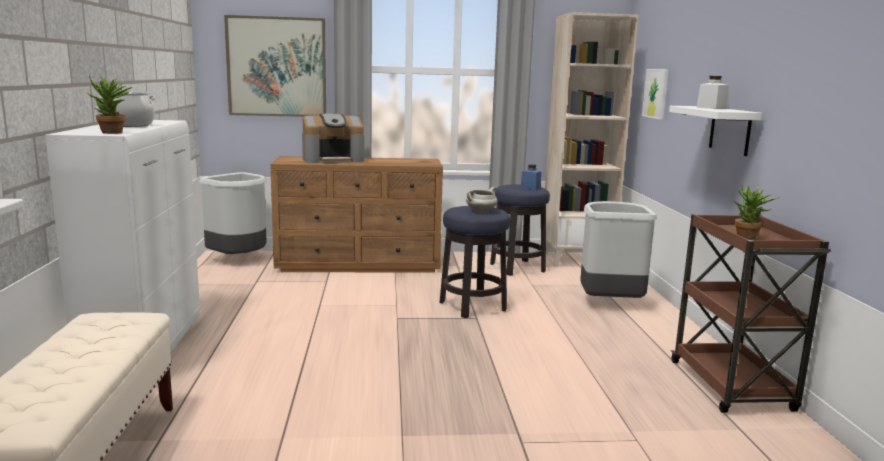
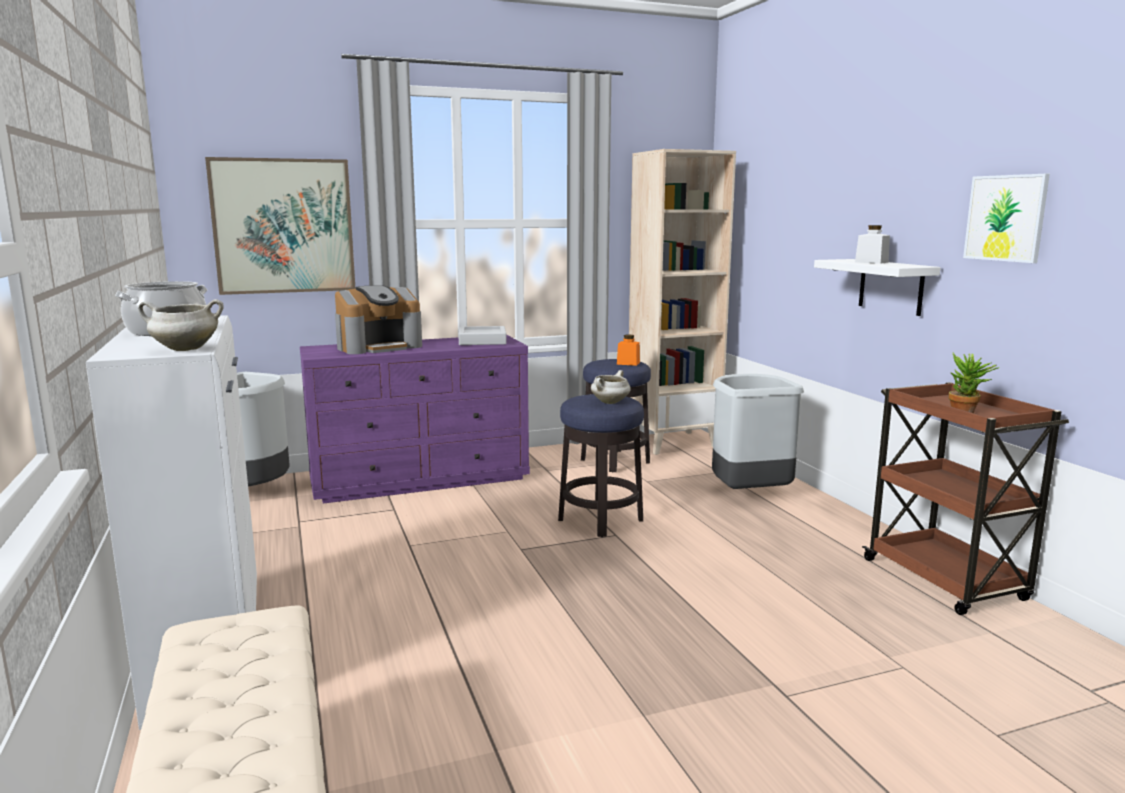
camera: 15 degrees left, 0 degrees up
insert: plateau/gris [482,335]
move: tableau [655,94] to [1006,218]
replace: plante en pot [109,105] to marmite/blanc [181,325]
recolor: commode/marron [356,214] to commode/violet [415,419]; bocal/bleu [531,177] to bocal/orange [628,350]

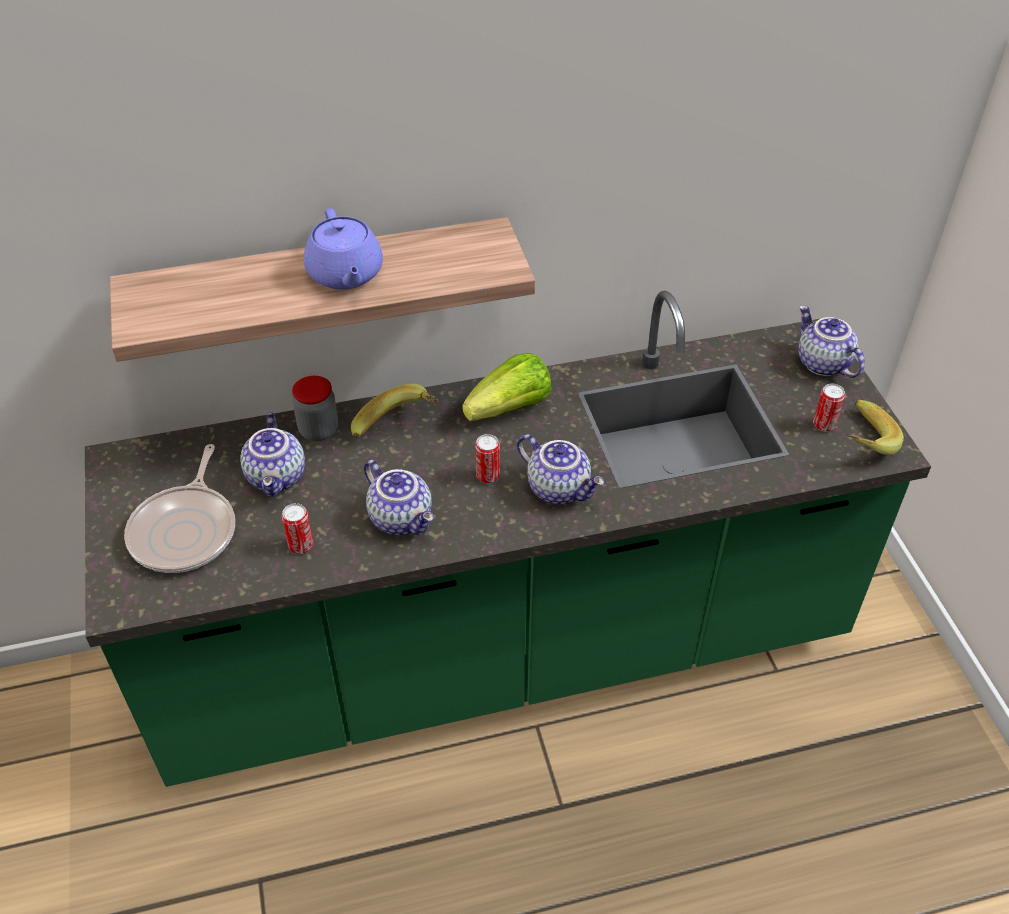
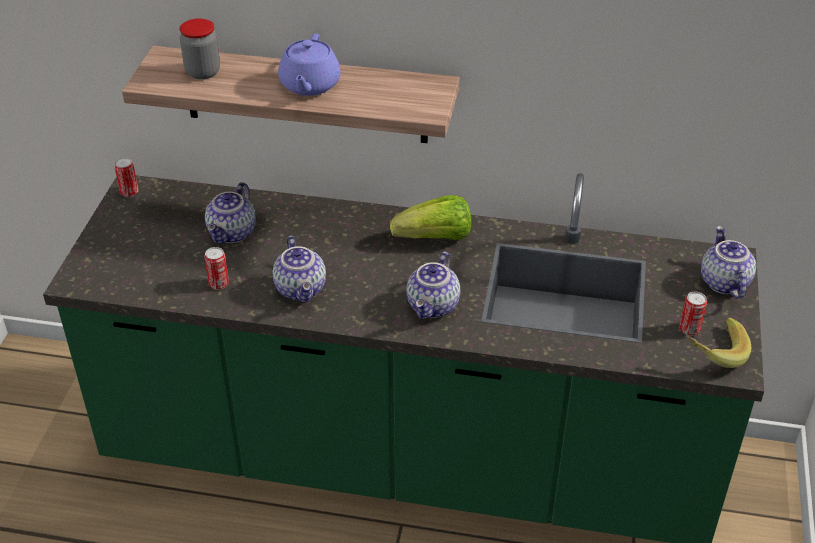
camera: 25 degrees right, 5 degrees down
delete: poêle [179,508]; banane [395,411]
move: bocal [315,408] to [200,48]; boîte métallique [487,458] to [126,177]
rotate: théière [560,469] = [433,285] 45 degrees clockwise

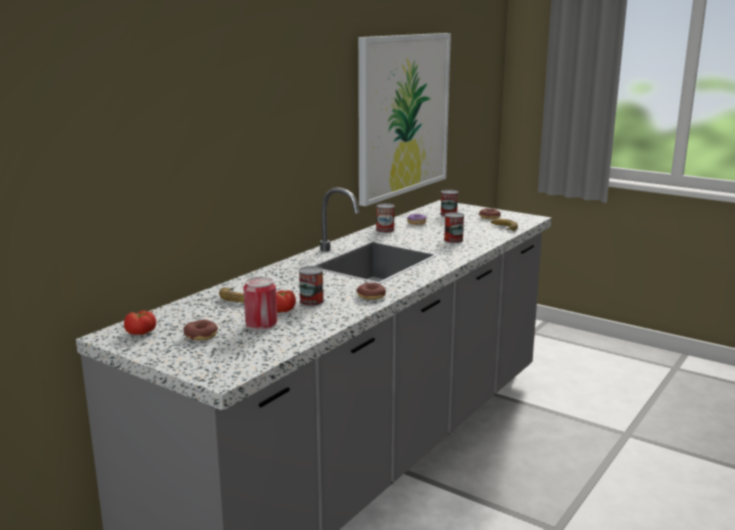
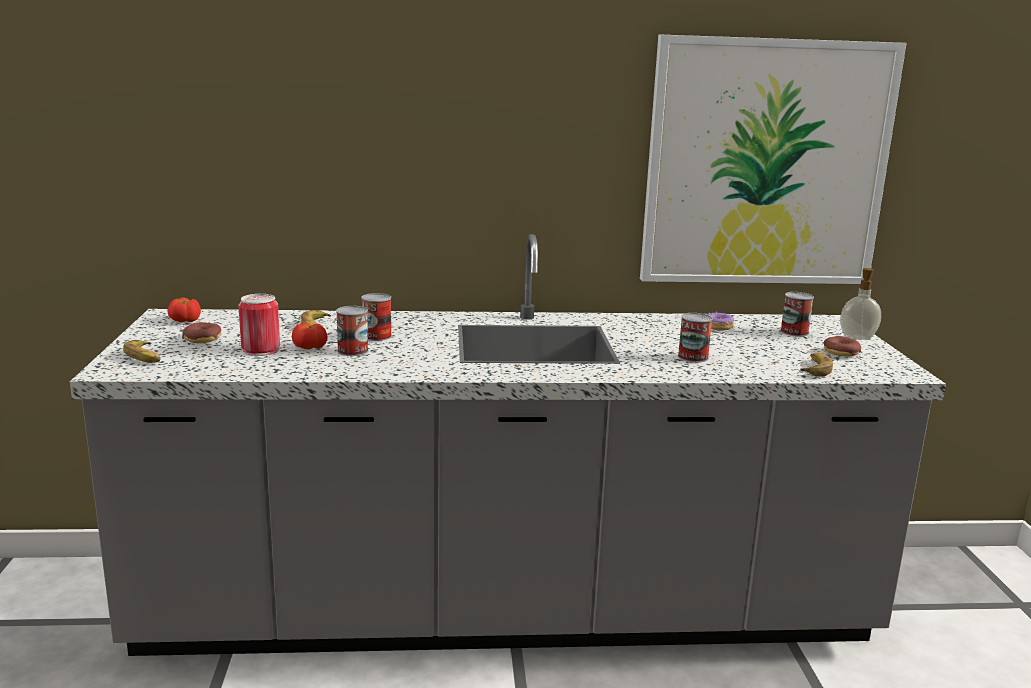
camera: 50 degrees right, 0 degrees up
delete: beignet [371,291]
insert: banane [142,351]; distributeur de savon [860,304]
move: boîte métallique [385,218] to [376,317]

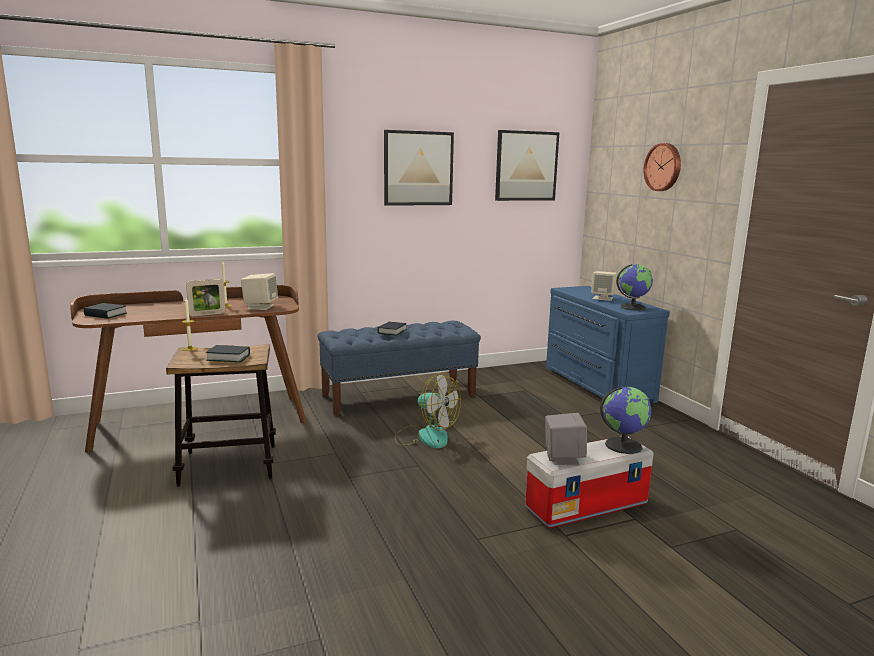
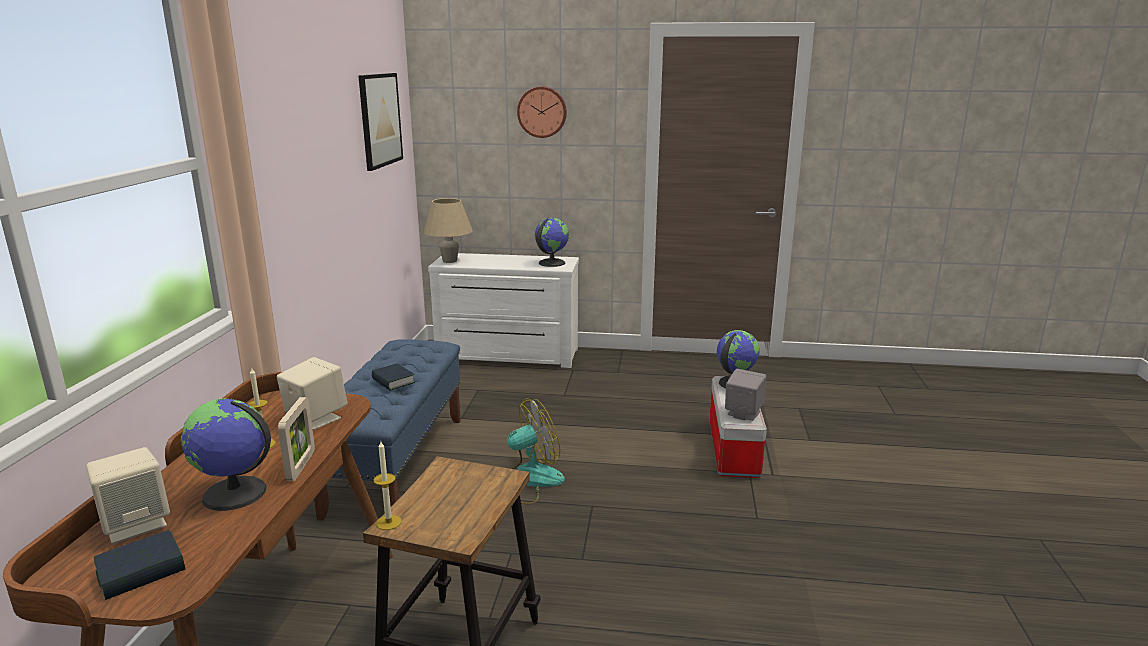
camera: 60 degrees left, 5 degrees up
delete: livre [228,353]; tableau [419,168]
insert: globe [226,454]; lampe de table/beige [448,230]
move: enceinte/beige [604,286] to [128,495]
recolor: commode/bleu [608,344] to commode/blanc [503,310]

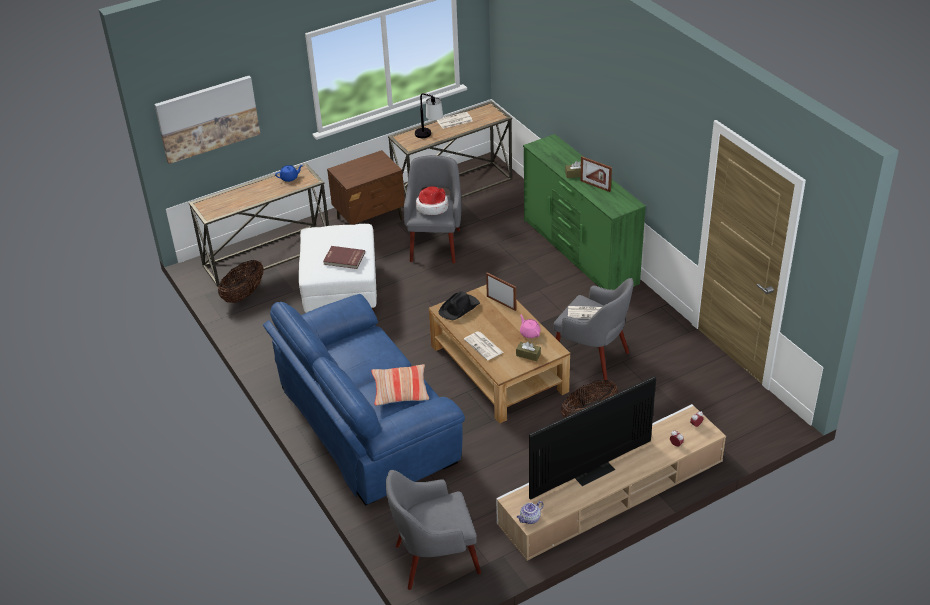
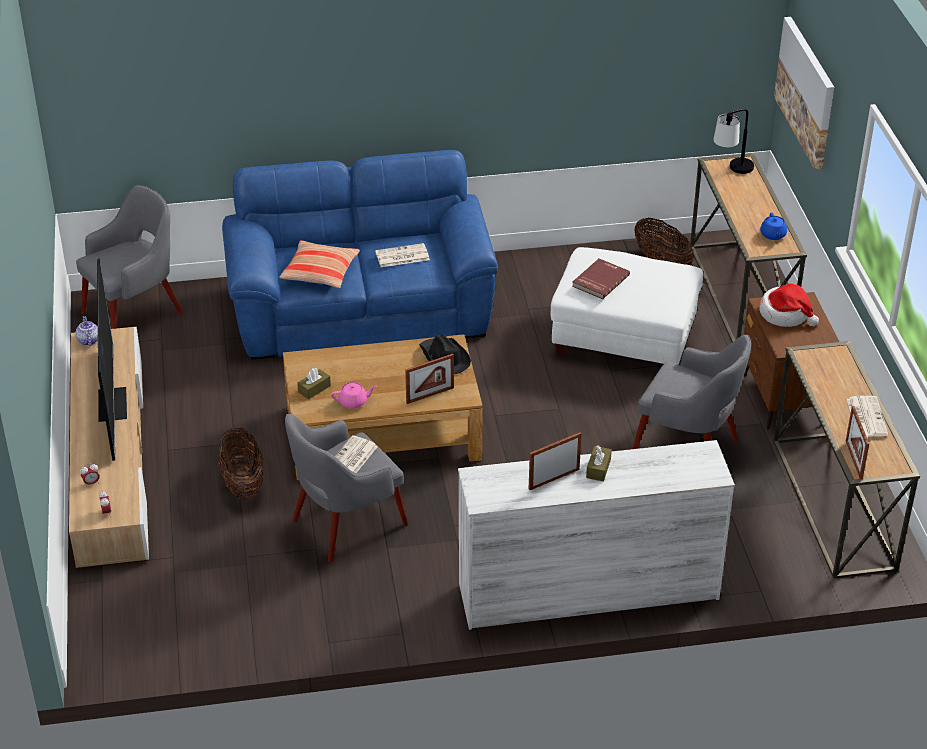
camera: 110 degrees right, 0 degrees up
insert: cadre photo [857,442]
move: lampe de table [429,115] to [733,141]; chapeau [432,200] to [789,305]; journal [484,345] to [402,255]
recolor: commode/vert [584,212] to commode/blanc [596,535]
rotate: fauteuil/gris [433,530] = [129,257] 45 degrees clockwise

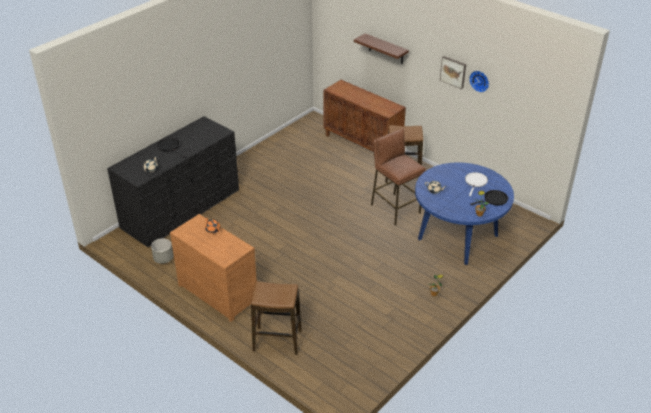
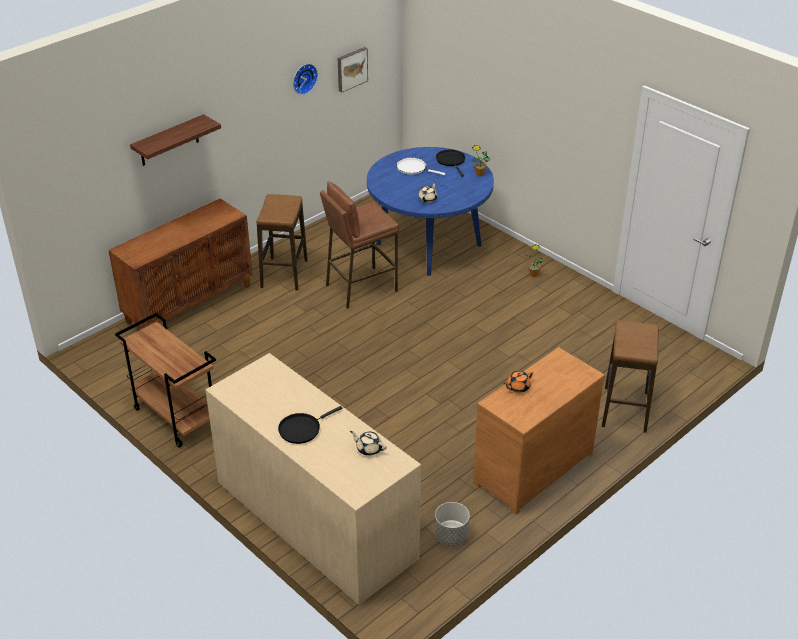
camera: 85 degrees left, 0 degrees up
insert: chariot/marron [165,380]
move: tableau [453,72] to [353,70]
recolor: commode/noir [173,182] to commode/beige [313,479]

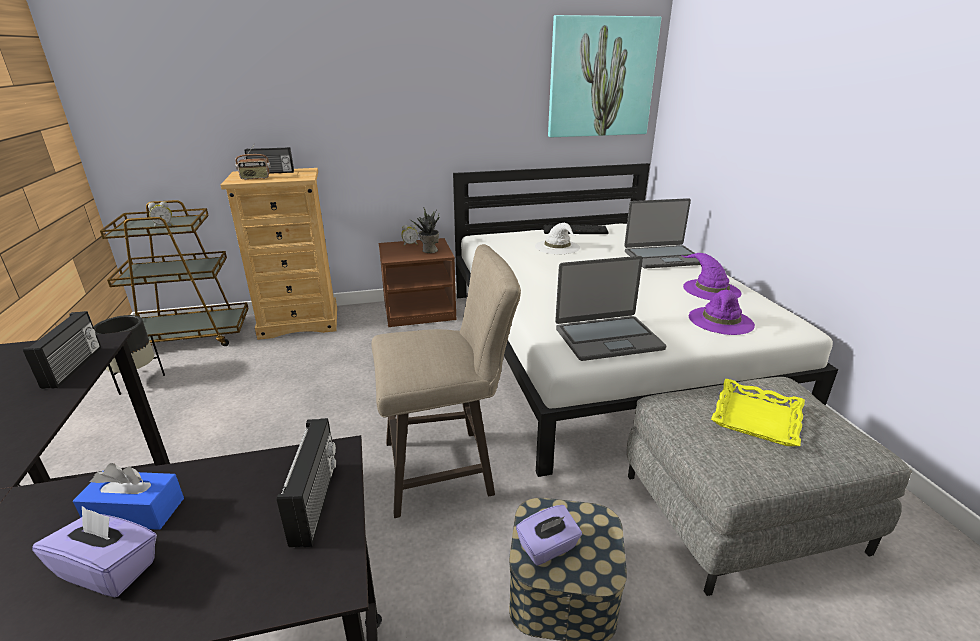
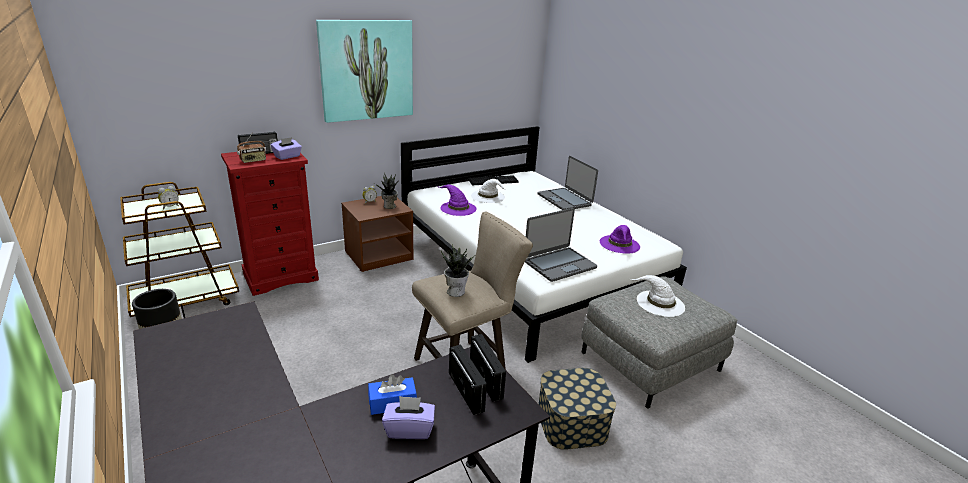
camera: 20 degrees left, 0 degrees up
insert: plante en pot [458,270]
move: radio [62,350] to [468,379]; boîte à mouchoirs/violet [549,535] to [286,148]; tableau [604,76] to [364,71]; chapeau/violet [711,276] to [458,200]
replace: plateau/jaune [758,412] to chapeau/blanc [657,296]
recolor: commode/beige [279,254] to commode/rouge [270,224]
rotate: ordinateur portable [662,233] = [568,183] 90 degrees clockwise

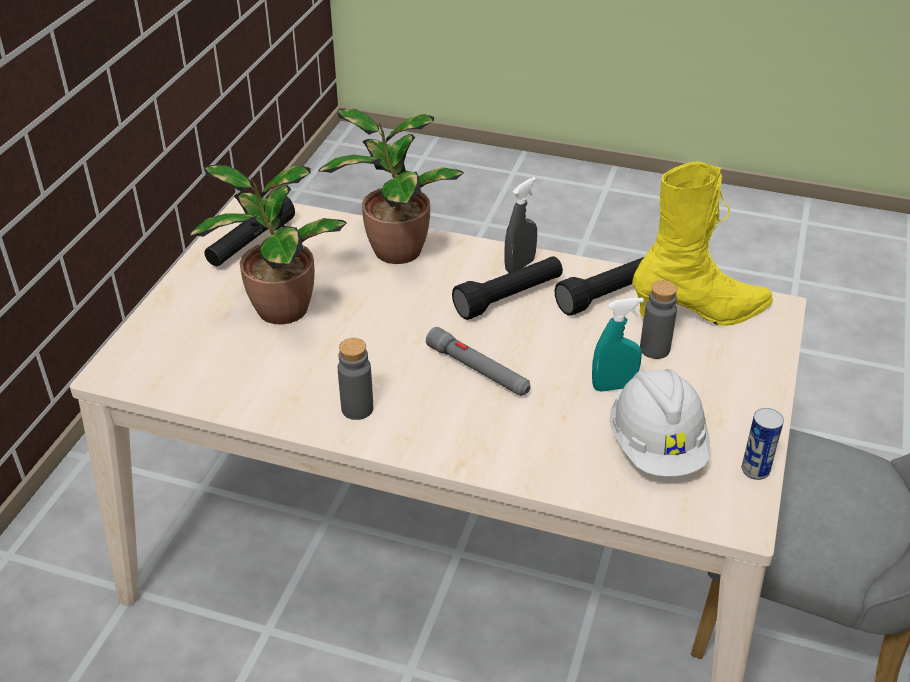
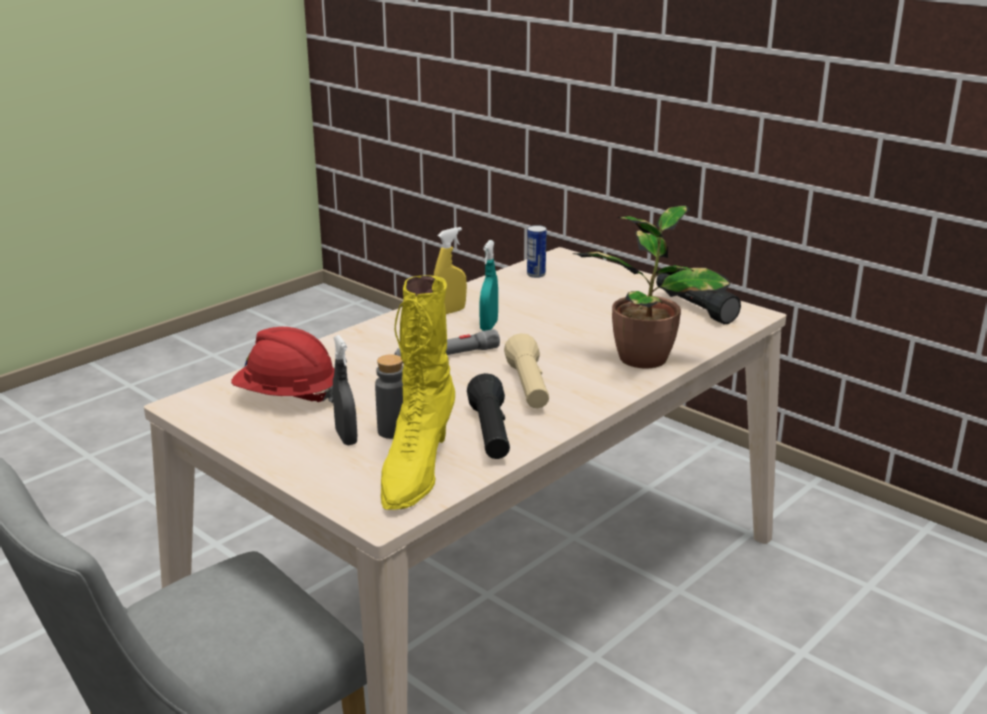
camera: 115 degrees right, 15 degrees down
delete: plante en pot [268,245]
move: vaporisateur/gris [521,225] to [345,390]; vaporisateur/turquoise [618,344] to [488,285]; boîte métallique [763,444] to [537,251]
replace: bouteille/gris [355,379] to vaporisateur/jaune [450,270]
recolor: lampe de poche/noir [507,288] to lampe de poche/beige [526,370]; casque de chantier/blanc [660,423] to casque de chantier/rouge [282,365]

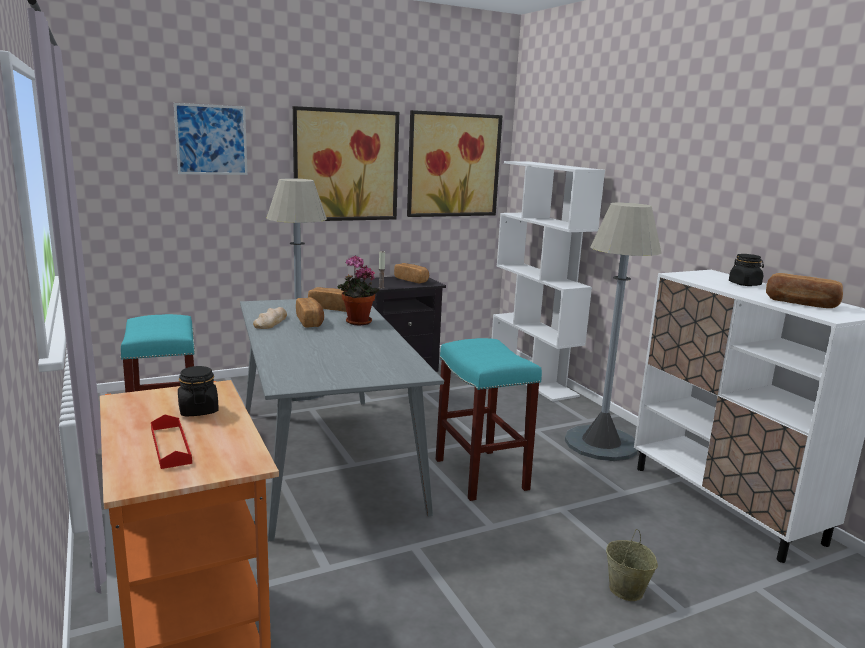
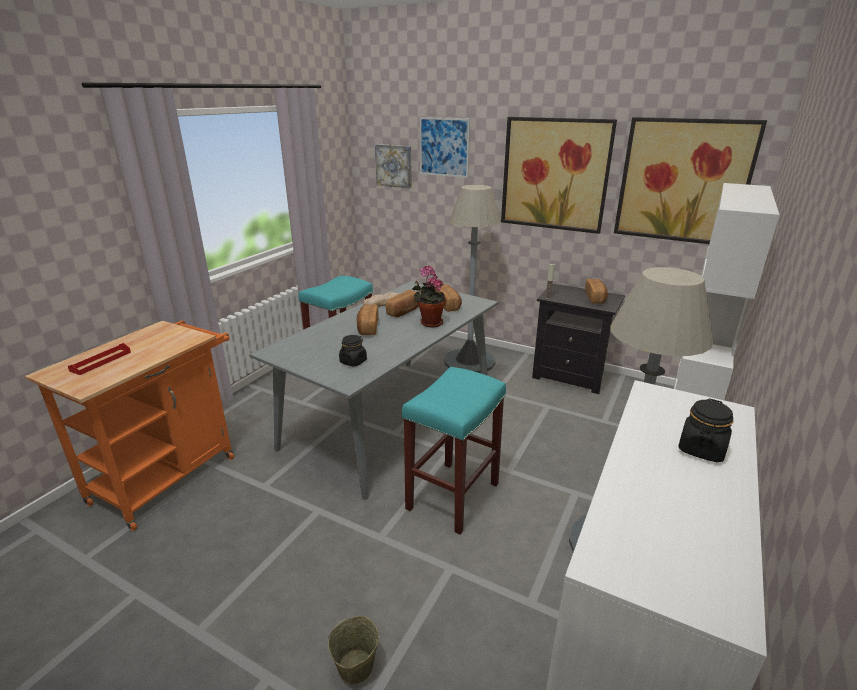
camera: 55 degrees right, 10 degrees up
insert: tableau [393,166]
move: bocal/noir [198,391] to [353,351]; pain [804,290] to [368,320]

